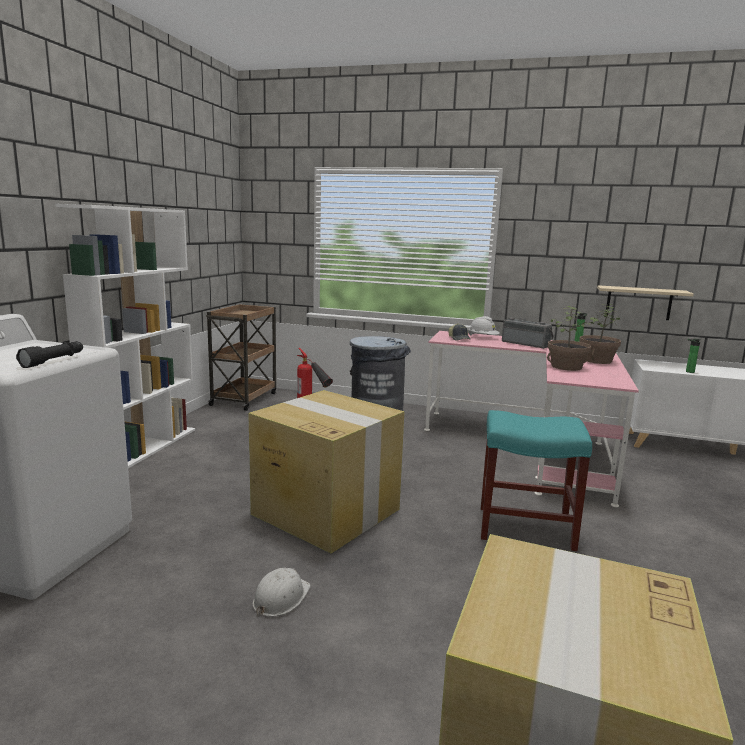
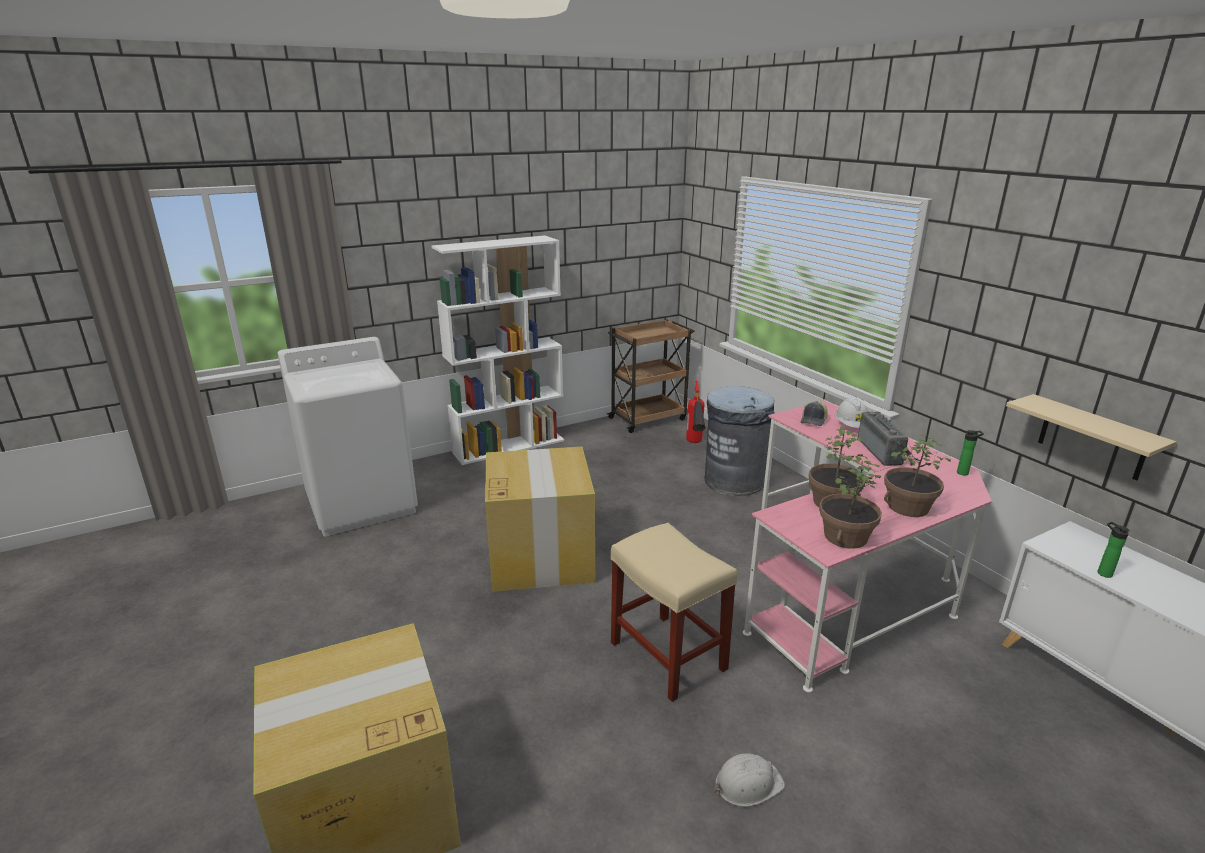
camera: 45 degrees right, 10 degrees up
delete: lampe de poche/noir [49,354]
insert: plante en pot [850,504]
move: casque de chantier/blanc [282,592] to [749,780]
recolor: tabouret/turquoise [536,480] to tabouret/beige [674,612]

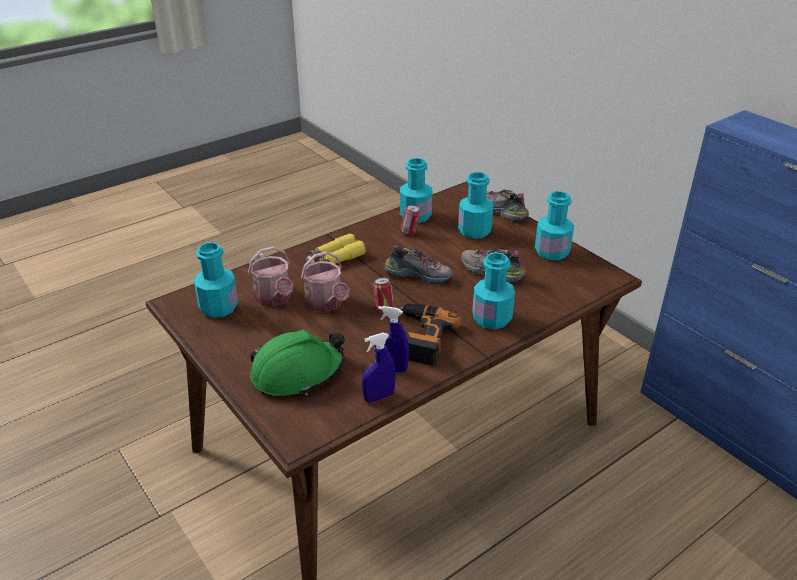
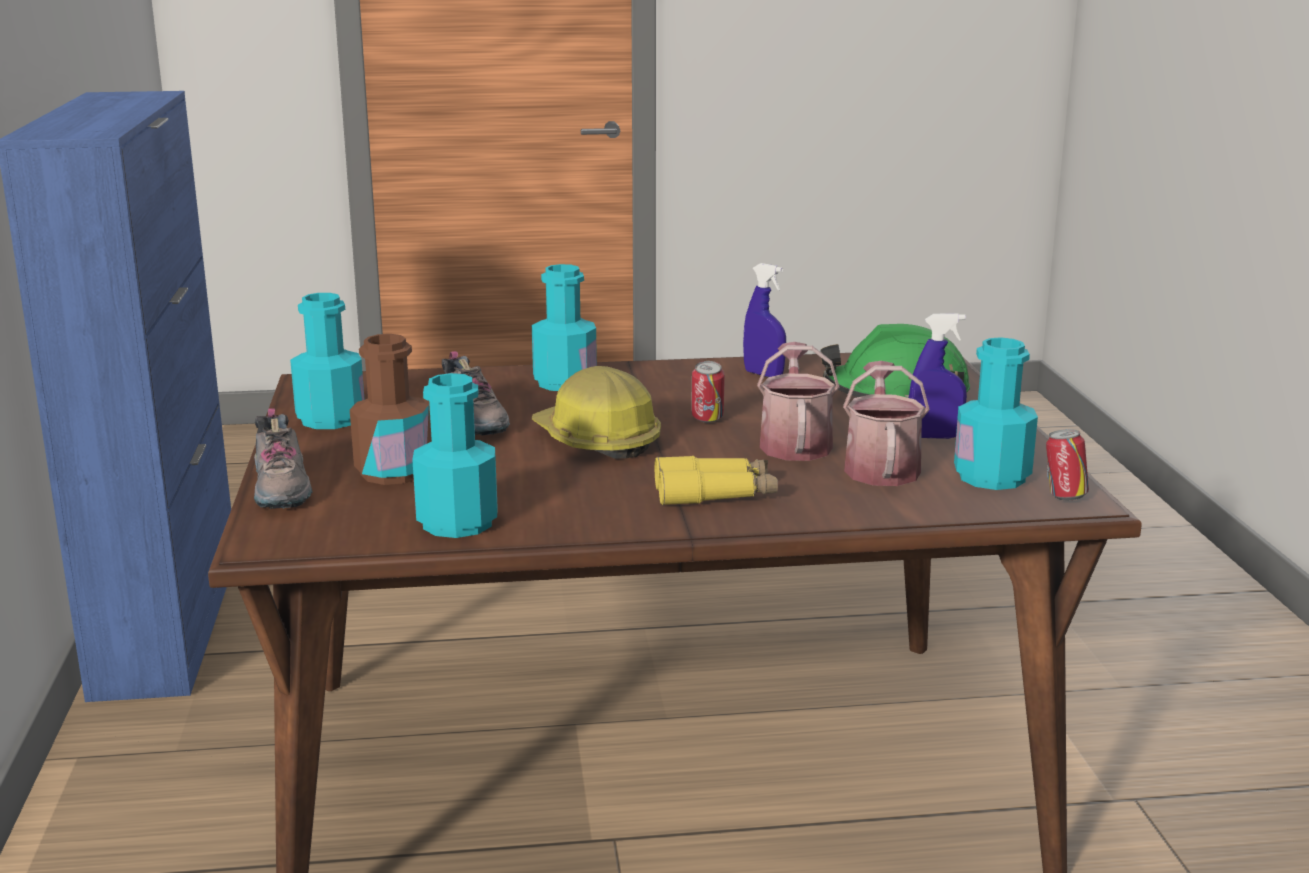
camera: 150 degrees left, 15 degrees down
delete: perceuse [430,334]
move: vaporisateur/bleu [378,368] to [938,376]; boîte métallique [410,220] to [1067,464]
replace: chaussure [418,265] to casque de chantier [596,412]
recolor: bouteille/turquoise [476,205] to bouteille/marron [390,409]

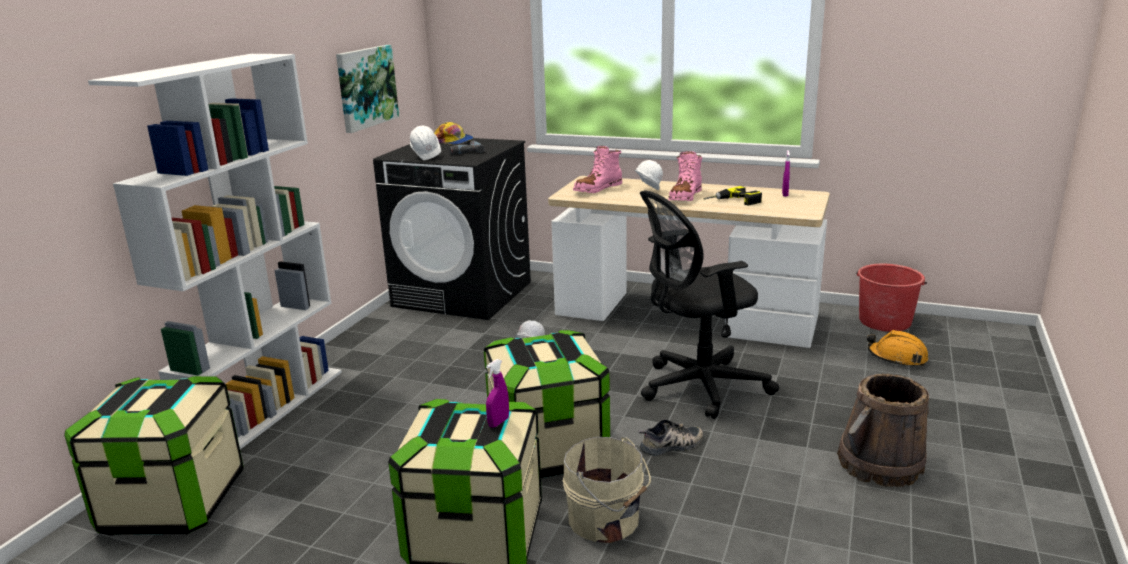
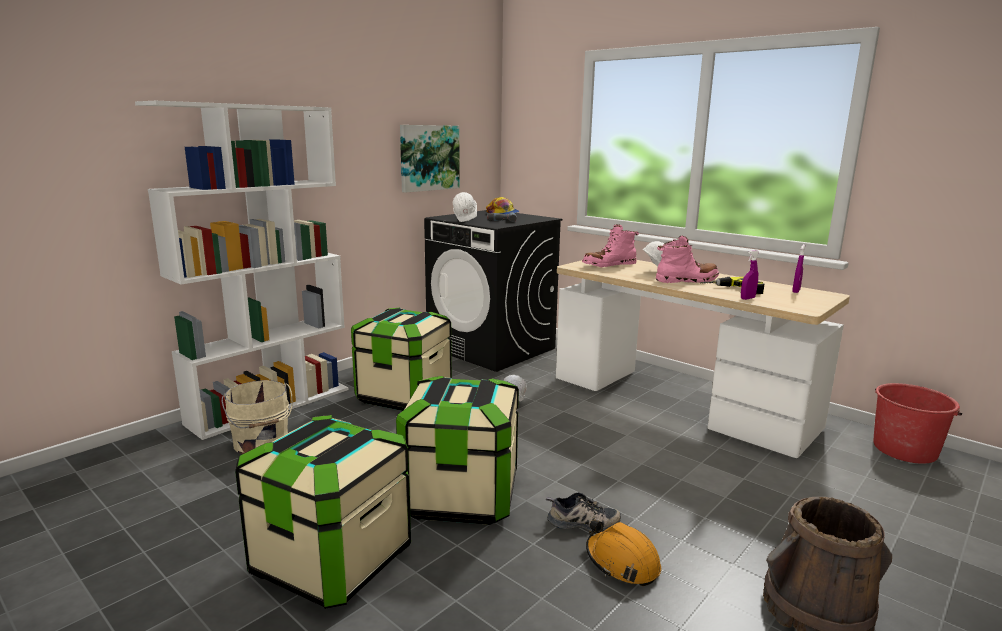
camera: 20 degrees right, 5 degrees down
delete: chaise de bureau/noir [709,304]
move: boîte de rangement [154,455] to [401,359]; vaporisateur/violet [497,393] to [750,275]; seau/beige [606,490] to [257,417]; casque de chantier/orange [897,348] to [623,553]
rotate: botte/rose [685,176] = [687,259] 150 degrees counterclockwise

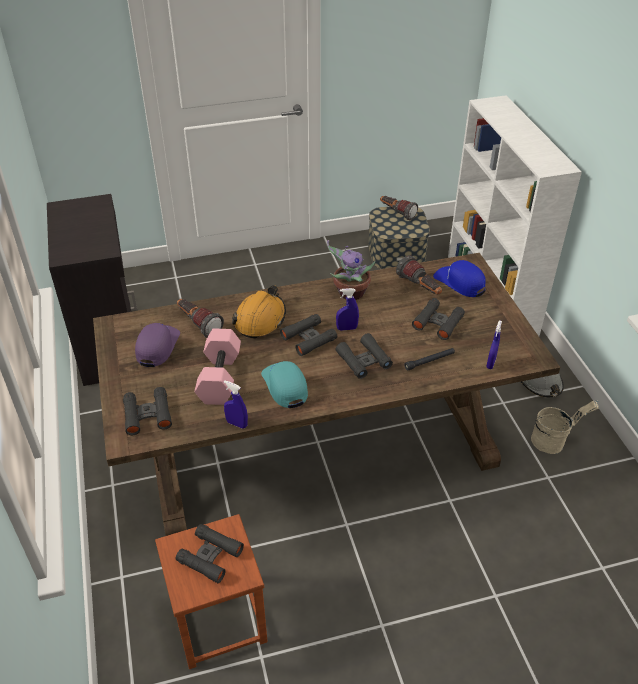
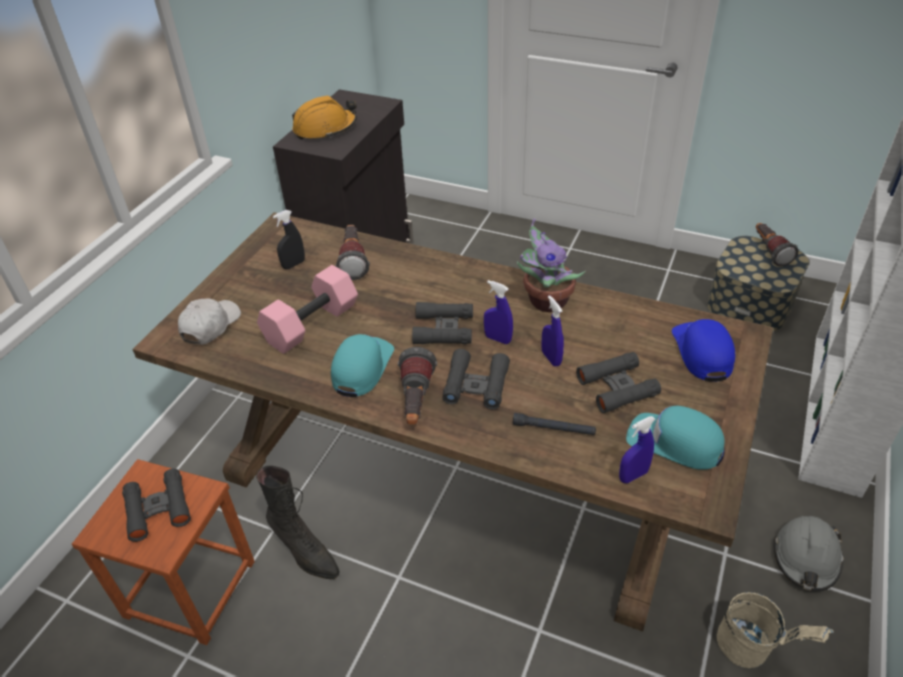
camera: 40 degrees right, 0 degrees up
insert: botte/noir [297,522]; casquette/turquoise [675,438]
move: vaporisateur/bleu [236,404] to [552,331]; casque de chantier/orange [259,311] to [324,118]; lampe de poche [419,275] to [417,386]
replace: jumelles/noir [147,411] to casquette/blanc [209,321]; casquette/violet [157,345] to vaporisateur/noir [289,239]

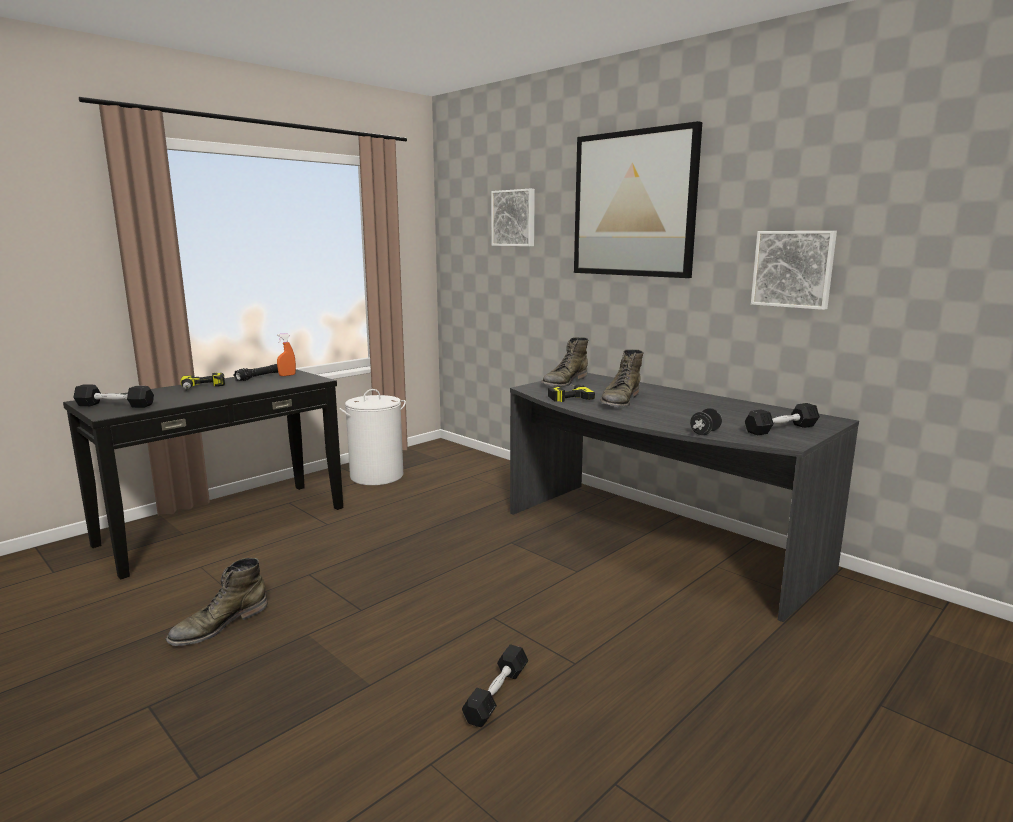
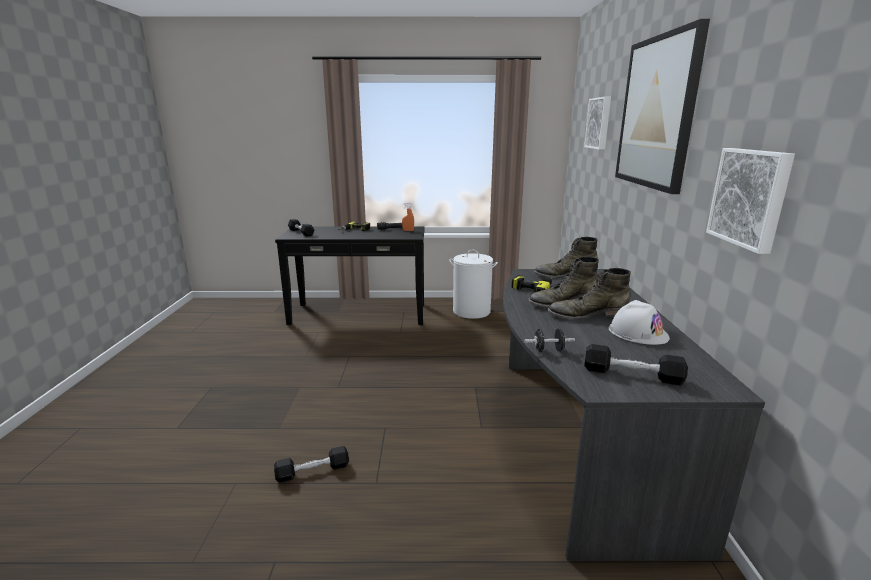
camera: 45 degrees right, 5 degrees up
insert: casque de chantier/blanc [639,322]
move: botte/vert [217,602] to [589,294]

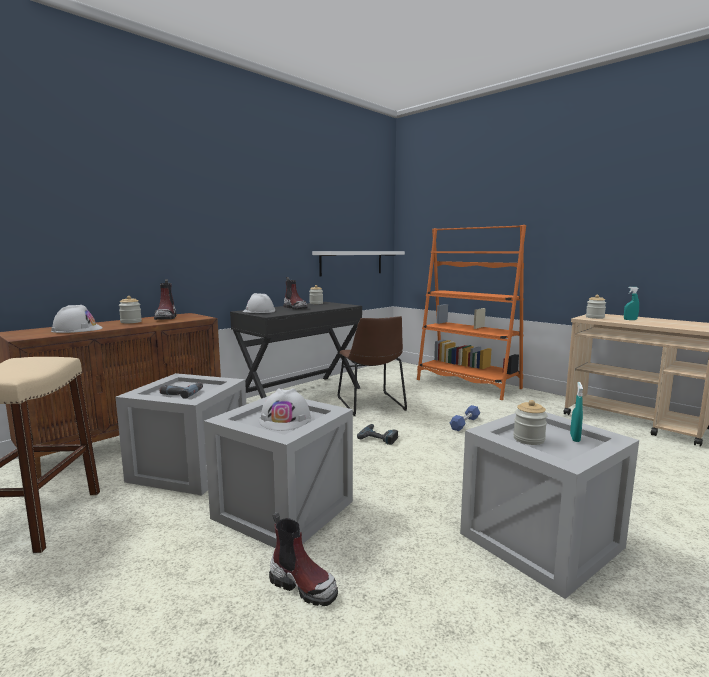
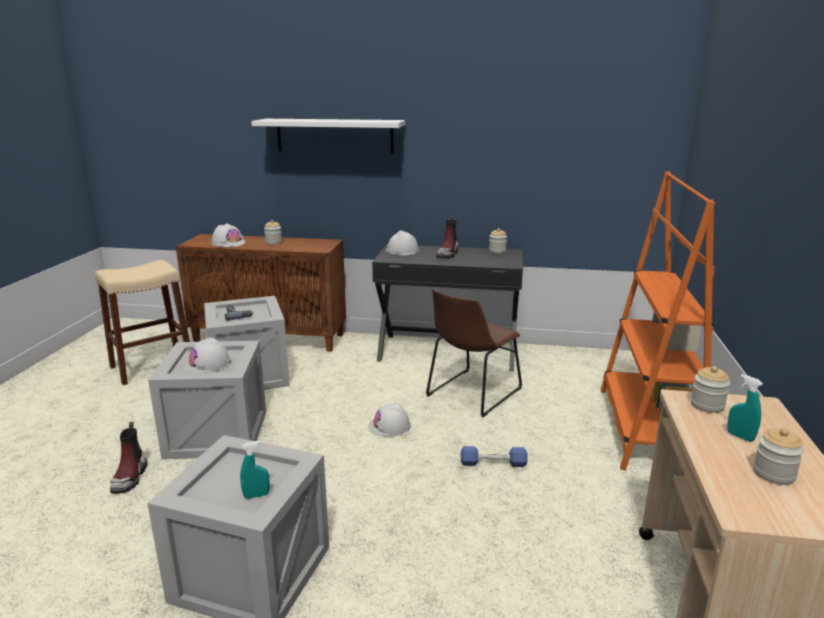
camera: 55 degrees right, 10 degrees up
delete: botte [165,299]
move: étagère/blanc [358,263] to [328,136]; bocal [530,422] to [778,456]
replace: perceuse [377,434] to casque de chantier/blanc [389,419]

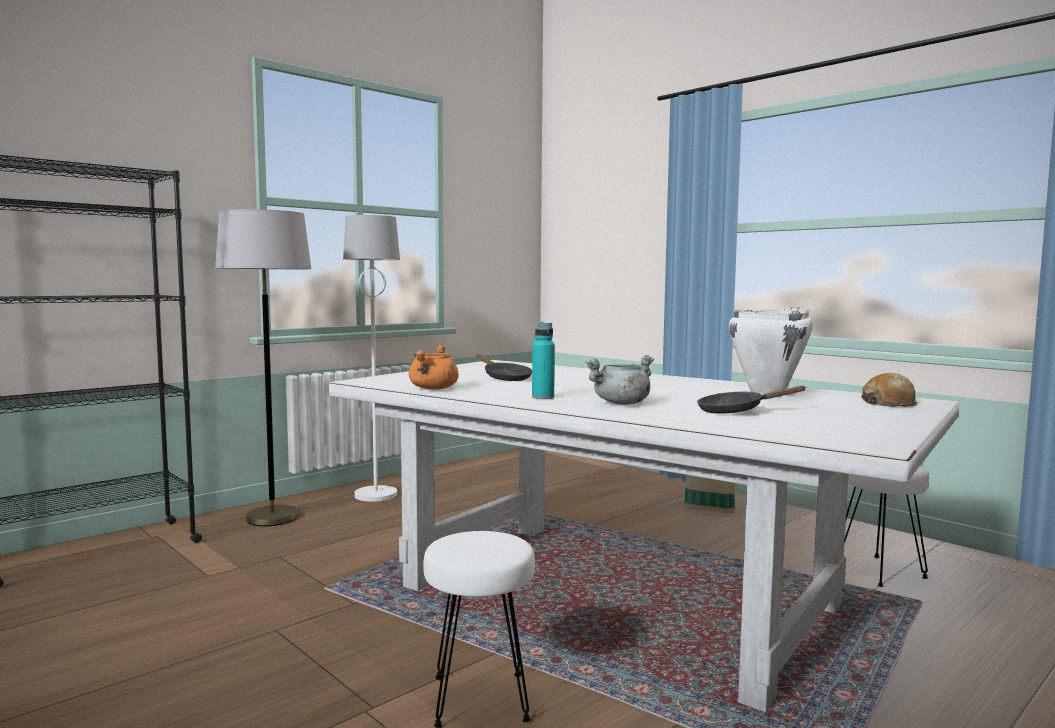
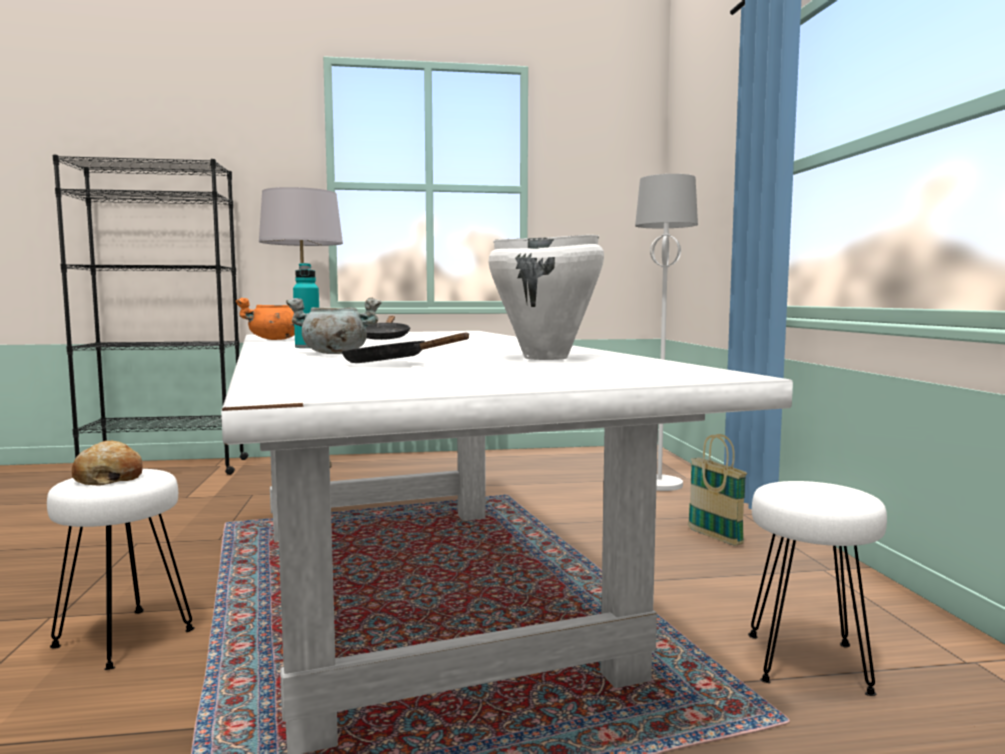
camera: 35 degrees right, 0 degrees up
move: lampadaire/blanc [371,358] to [666,332]; pain [889,390] to [107,463]

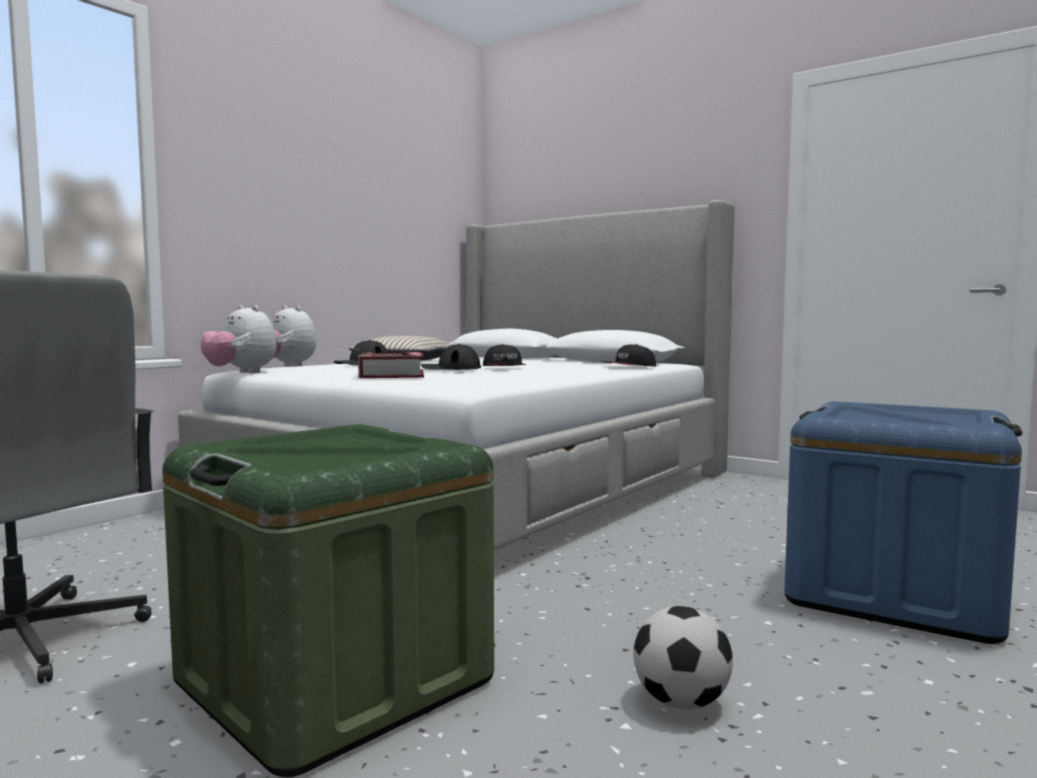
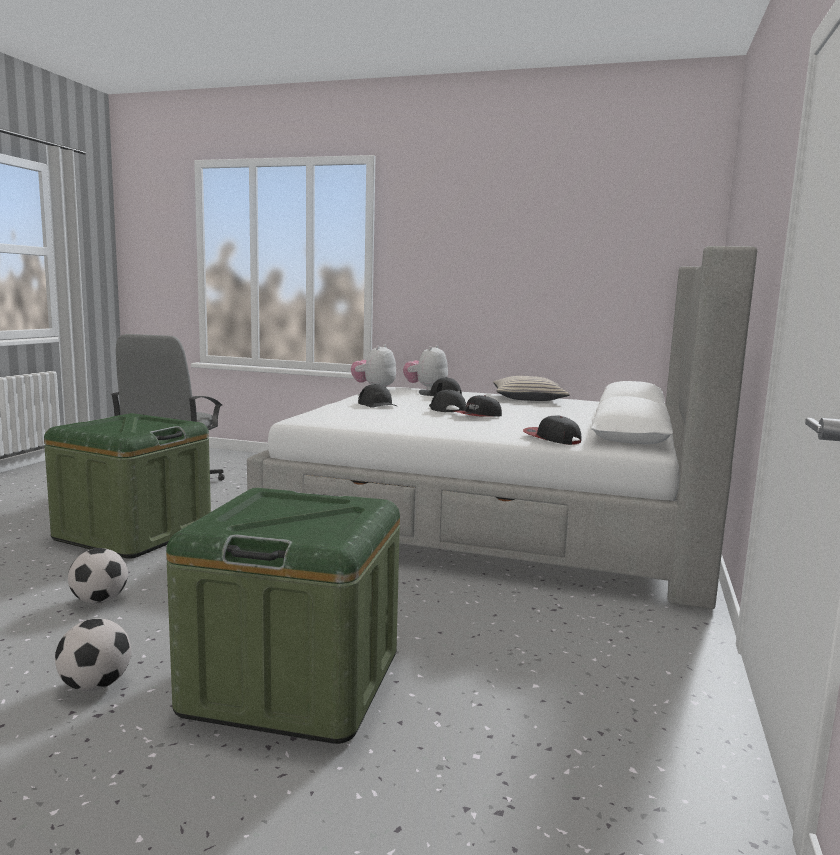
camera: 70 degrees right, 5 degrees up
insert: ballon de foot [93,655]
replace: livre [391,365] to casquette/noir [377,396]
recolor: boîte de rangement/bleu [903,522] to boîte de rangement/vert [283,616]

